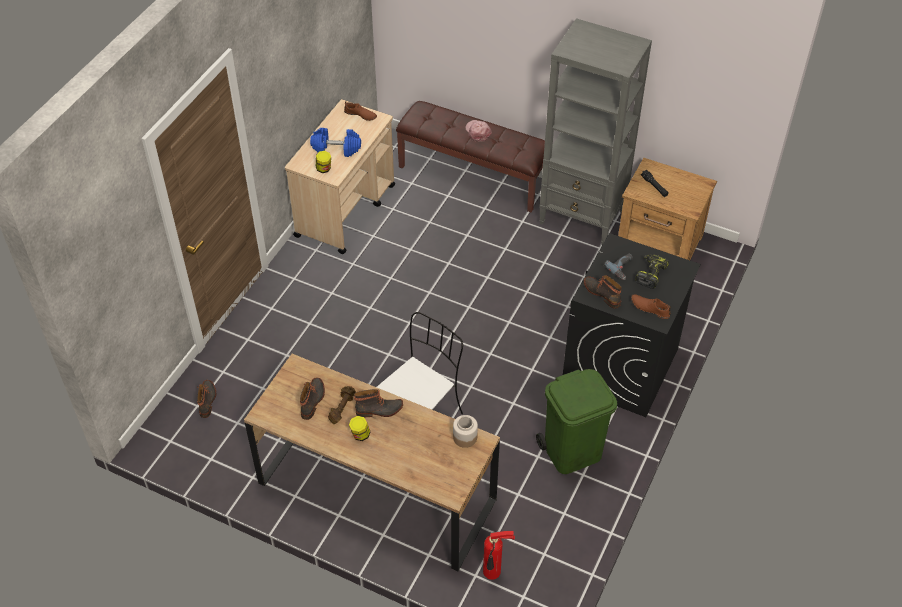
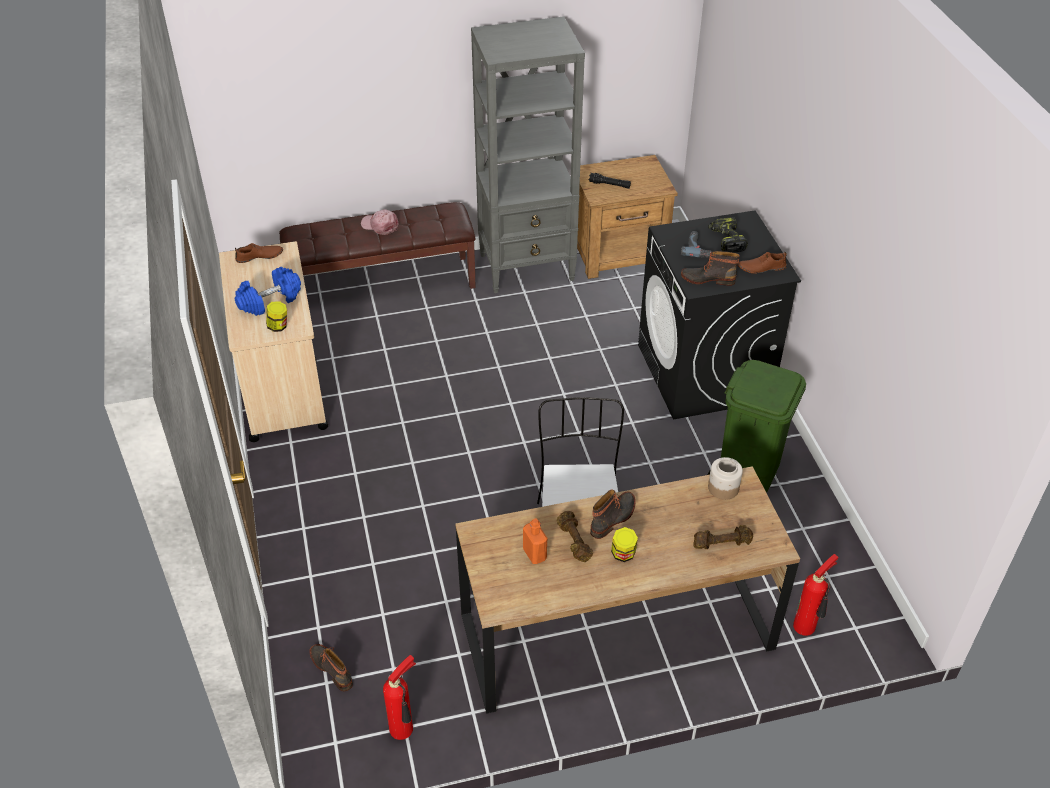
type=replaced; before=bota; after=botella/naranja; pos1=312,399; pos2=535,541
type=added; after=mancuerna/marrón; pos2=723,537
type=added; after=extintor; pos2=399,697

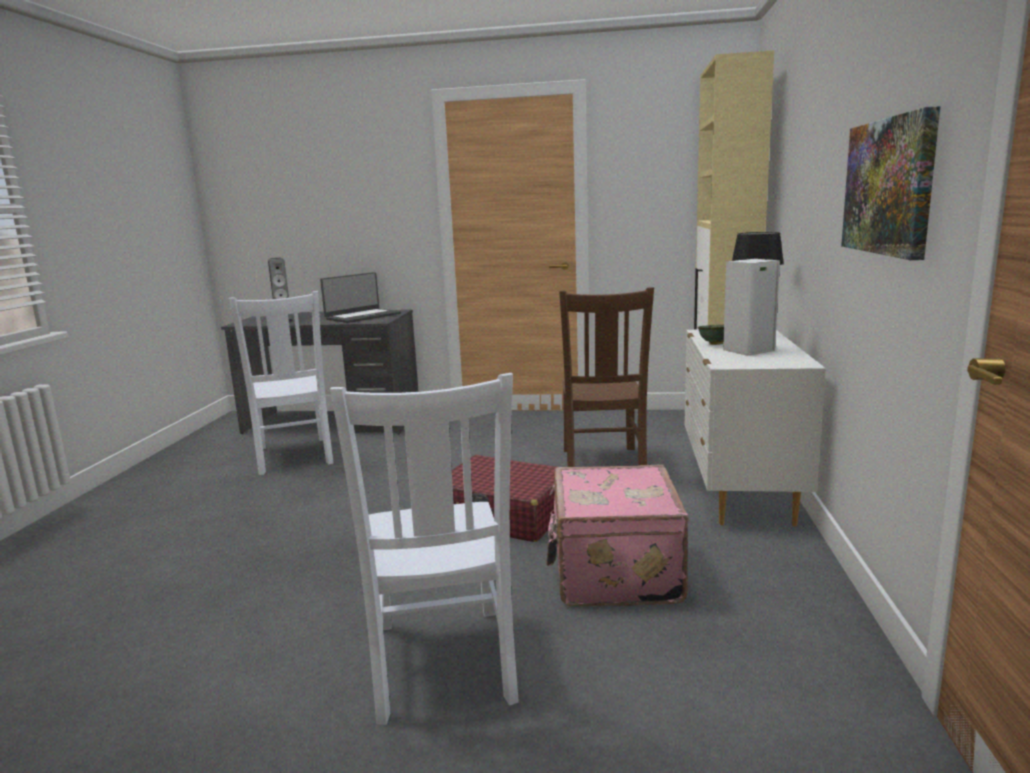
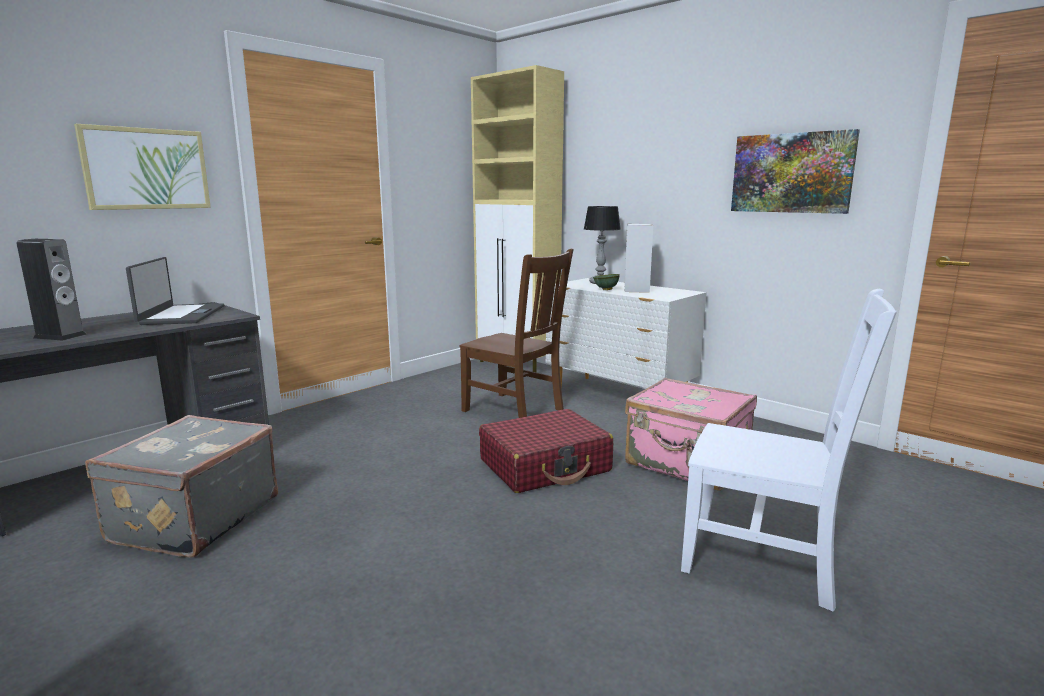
type=replaced; before=silla/blanco; after=maleta/gris; pos1=281,383; pos2=181,486
type=added; after=cuadro; pos2=142,167

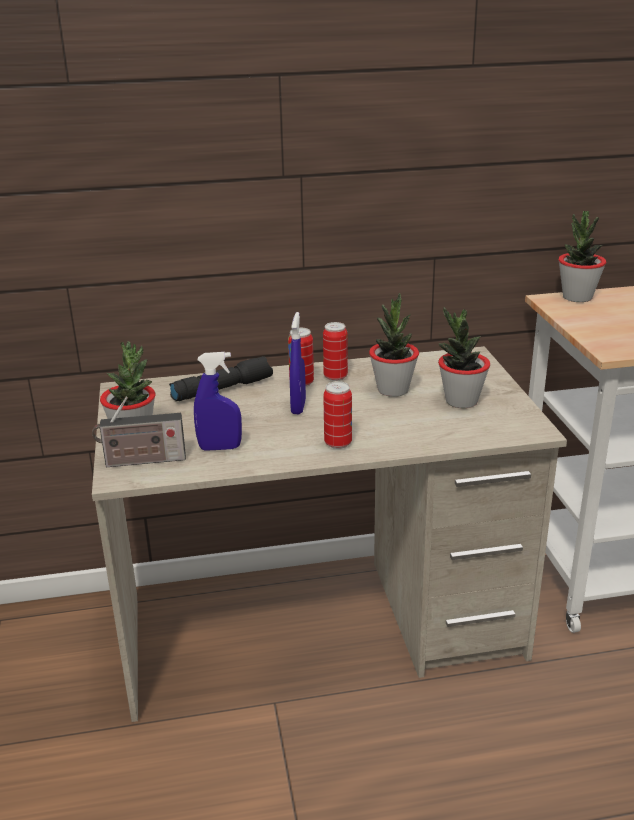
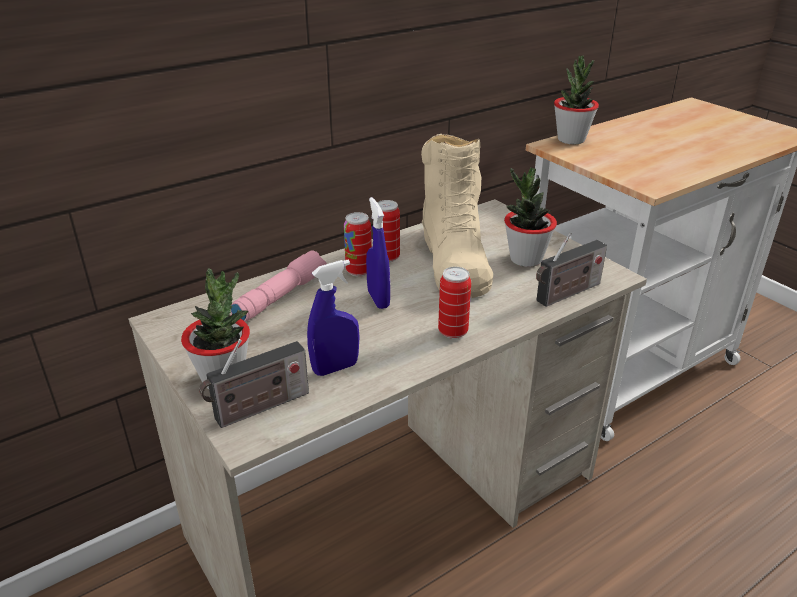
type=replaced; before=planta en maceta; after=bota/beis; pos1=394,345; pos2=457,216
type=recoloured; before=linterna/negro; after=linterna/rosa; pos1=221,378; pos2=279,286
type=added; after=radio; pos2=571,270

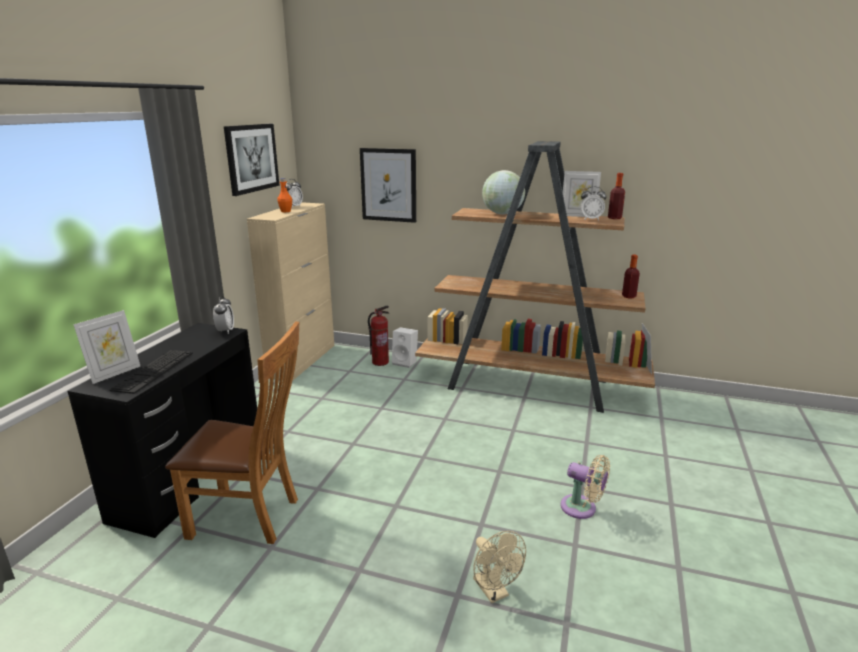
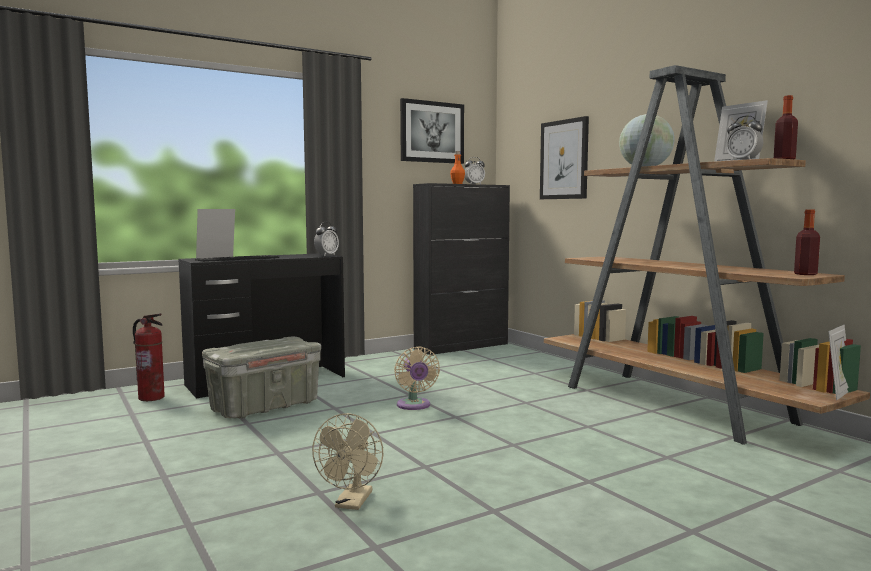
type=recoloured; before=armario/beis; after=armario/negro; pos1=290,291; pos2=461,269
type=moved; before=extintor; pos1=379,335; pos2=149,357
type=turned; before=portarretratos; pos1=106,347; pos2=215,234; turn=150
type=replaced; before=silla/marrón; after=caja de almacenaje/gris; pos1=232,433; pos2=261,378
type=removed; before=altavoz/blanco; pos1=405,347
type=moved; before=ventilador/beis; pos1=585,487; pos2=417,378

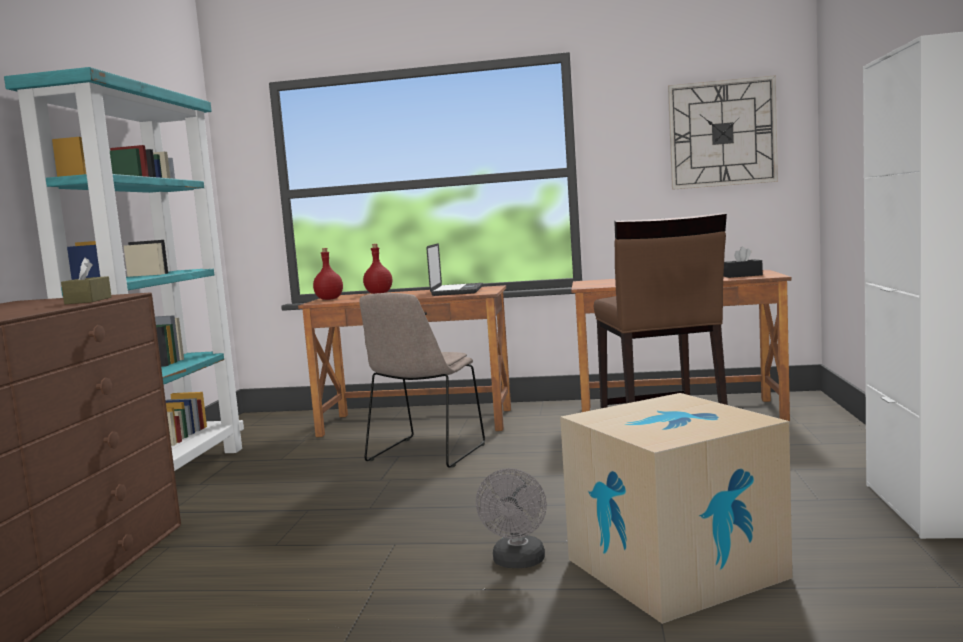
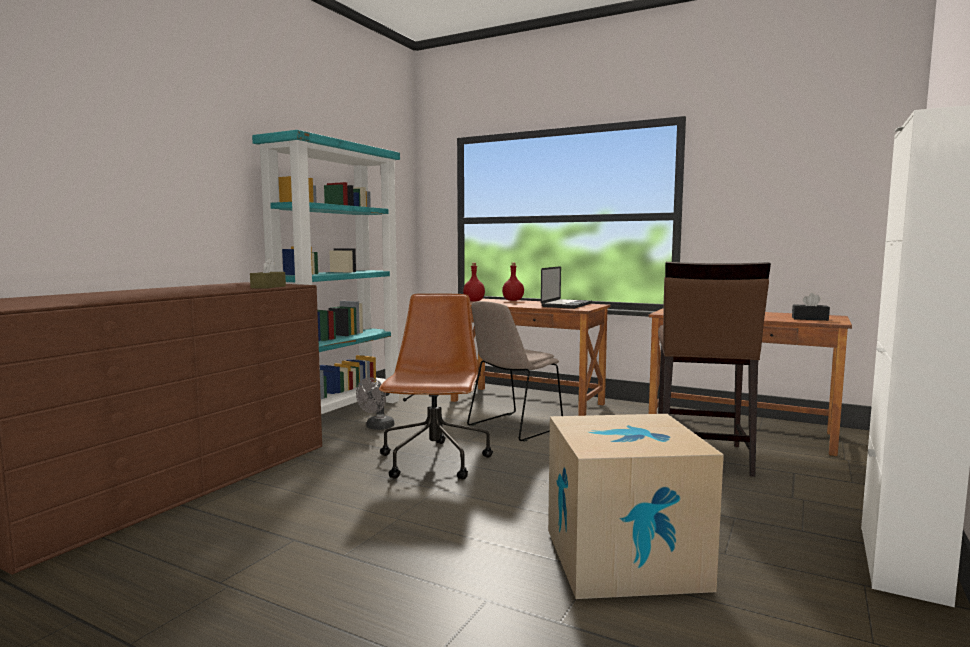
type=removed; before=reloj de pared; pos1=723,132
type=moved; before=ventilador/gris; pos1=511,518; pos2=375,403
type=added; after=silla de oficina/marrón; pos2=436,386

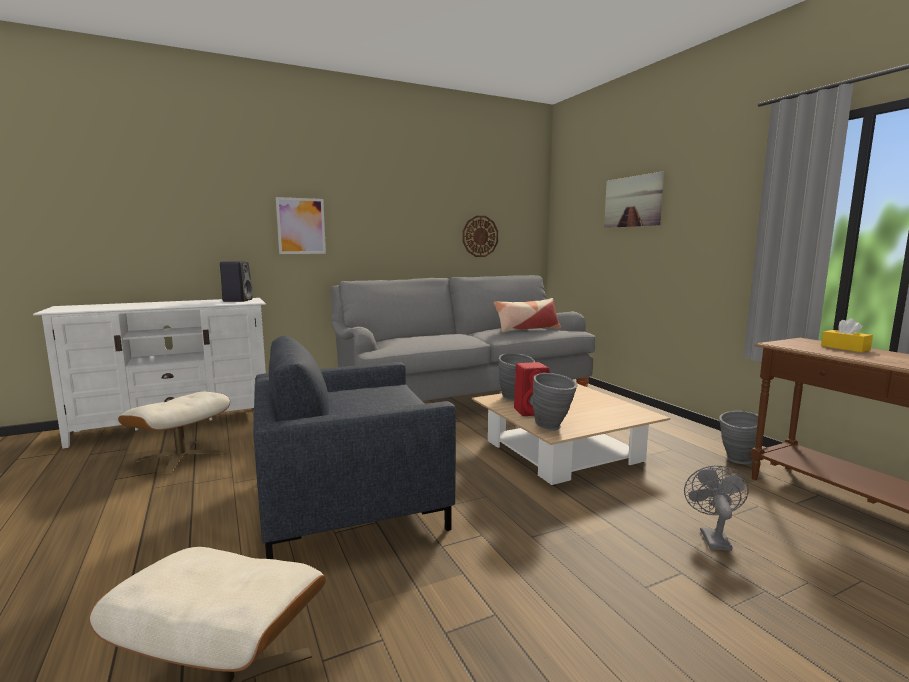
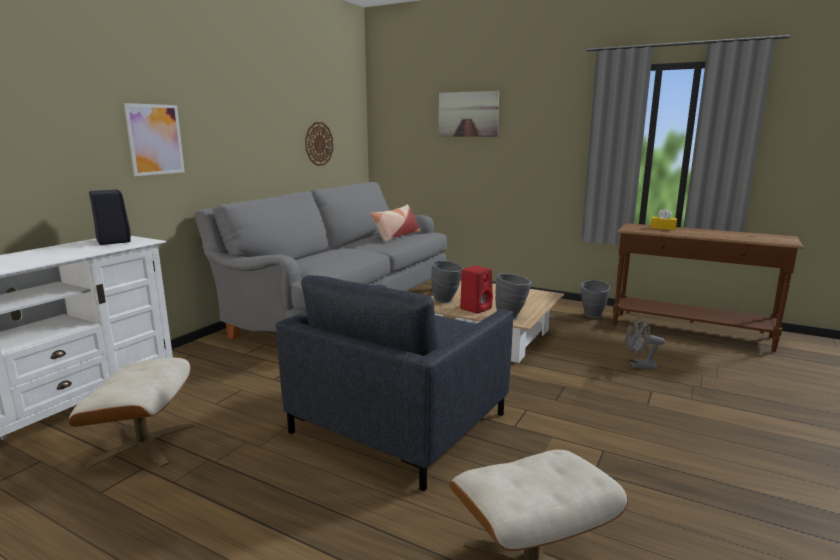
type=turned; before=ventilador/gris; pos1=716,508; pos2=645,343; turn=-60

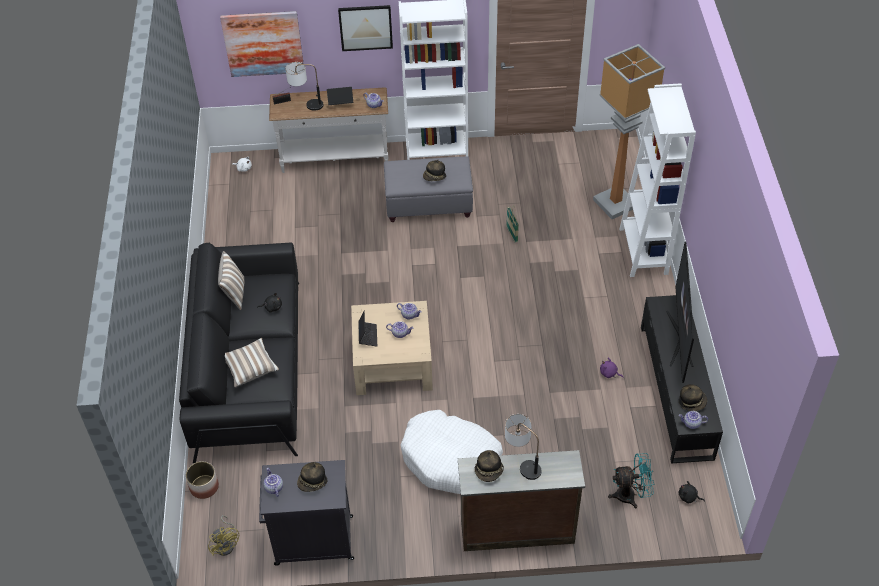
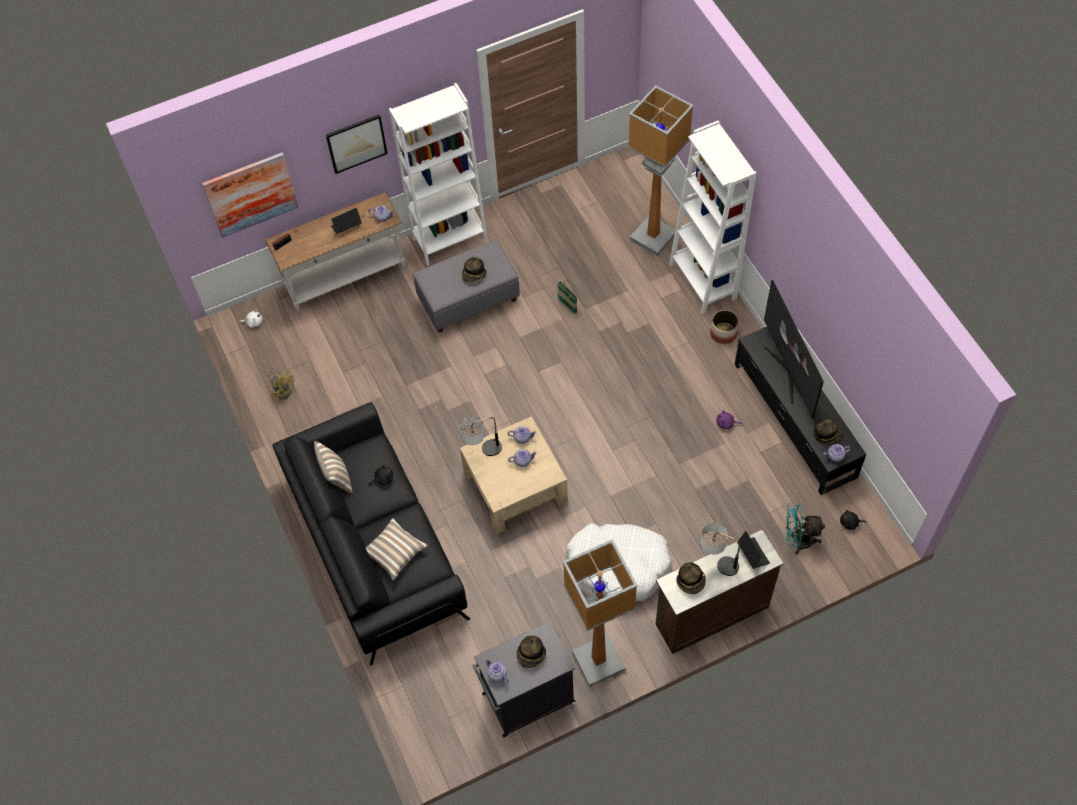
type=moved; before=lámpara de mesa; pos1=304,86; pos2=481,436
type=moved; before=portátil; pos1=367,328; pos2=753,550
type=turned; before=ventilador/turquesa; pos1=631,480; pos2=805,529; turn=-150
type=moved; before=maceta; pos1=202,480; pos2=724,327
type=moved; before=ventilador/amarillo; pos1=223,535; pos2=281,384
type=added; after=lámpara de pie; pos2=600,613

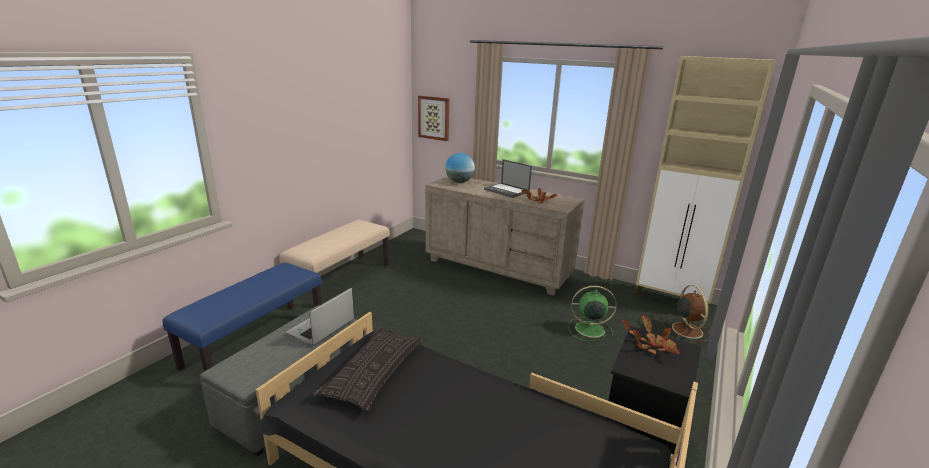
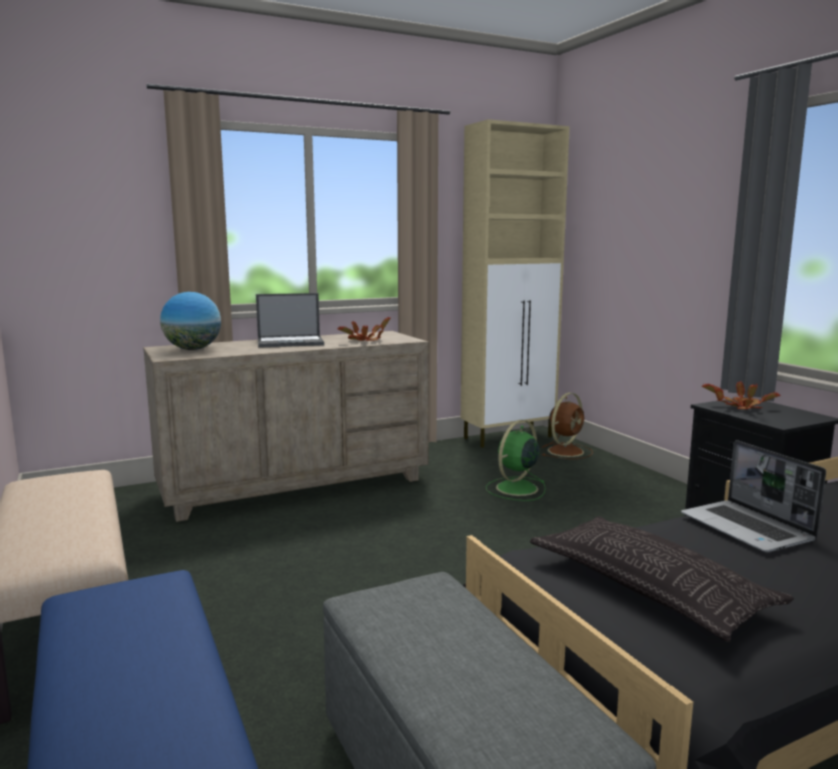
type=removed; before=cuadro; pos1=433,118
type=turned; before=ventilador/marrón; pos1=686,314; pos2=567,426; turn=105
type=moved; before=portátil; pos1=320,317; pos2=753,496

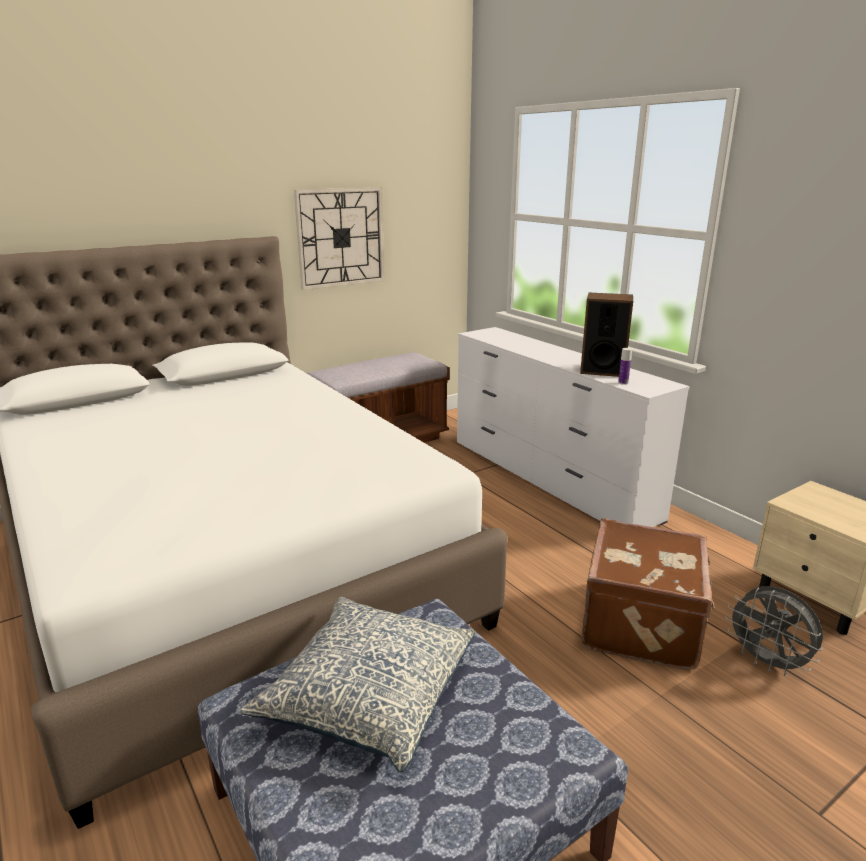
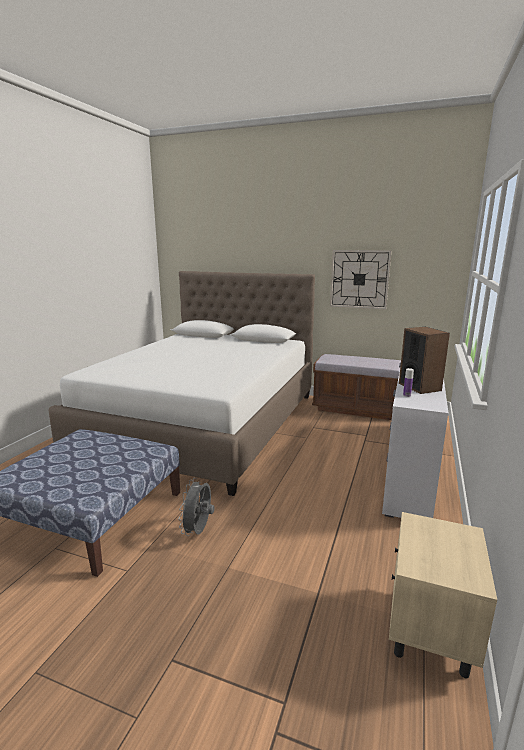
type=removed; before=maleta/marrón; pos1=648,594
type=moved; before=ventilador/gris; pos1=774,631; pos2=196,507
type=removed; before=cojín; pos1=357,684

